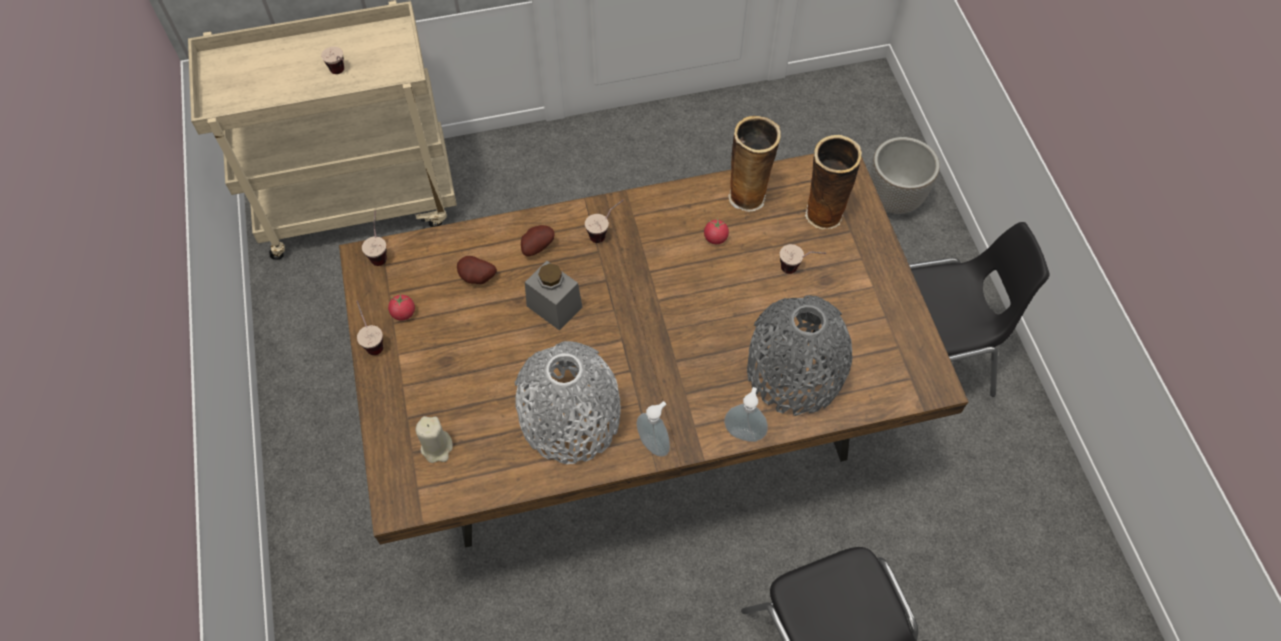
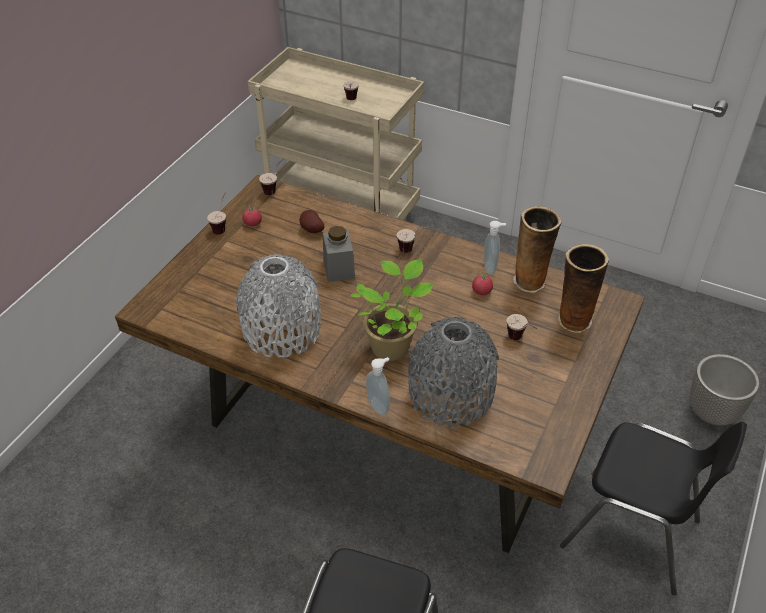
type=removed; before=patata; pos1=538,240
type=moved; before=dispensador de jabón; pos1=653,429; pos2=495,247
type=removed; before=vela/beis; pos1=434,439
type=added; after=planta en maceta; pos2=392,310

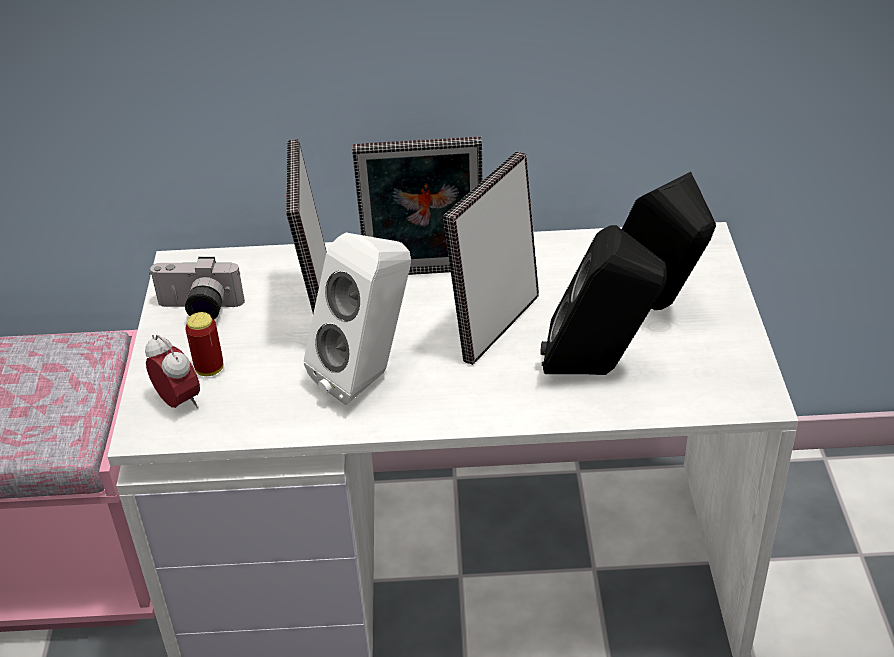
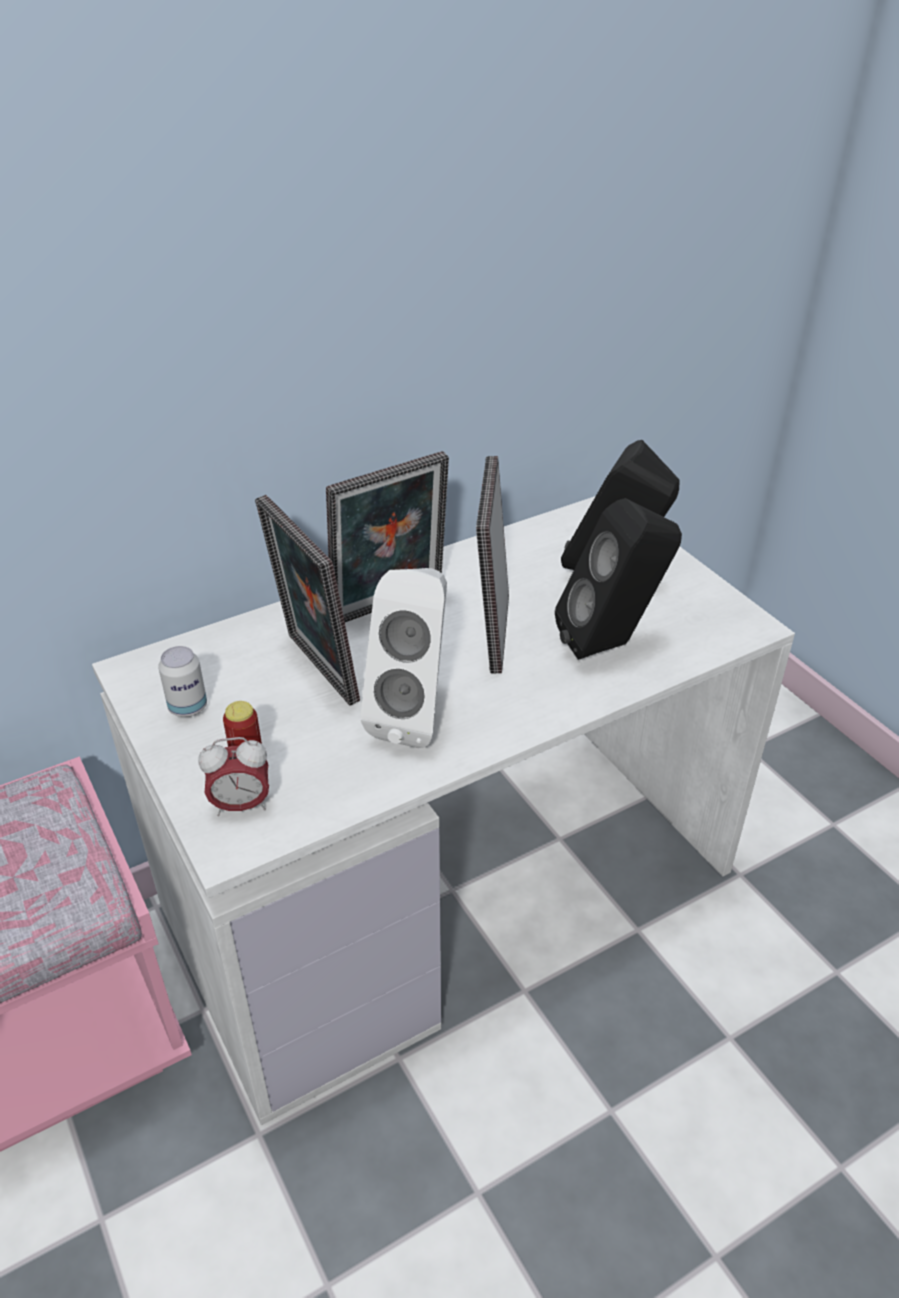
type=replaced; before=cámara; after=lata; pos1=197,288; pos2=182,681
type=turned; before=despertador; pos1=172,372; pos2=233,776; turn=150

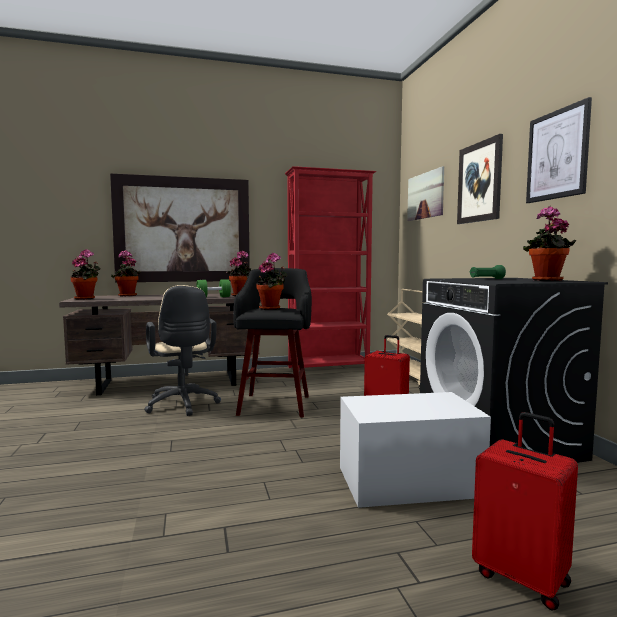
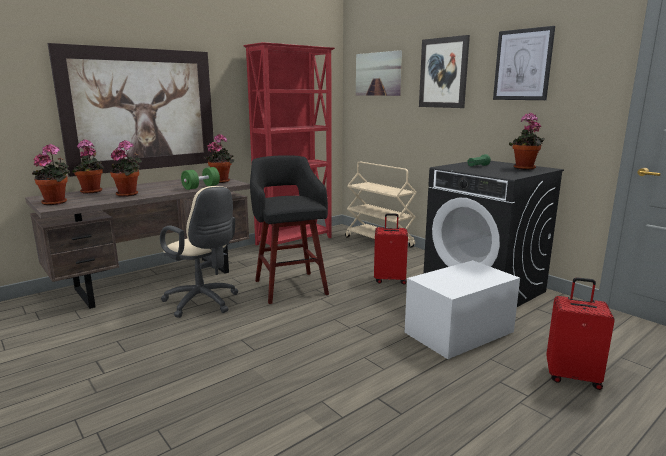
type=moved; before=planta en maceta; pos1=272,281; pos2=126,168

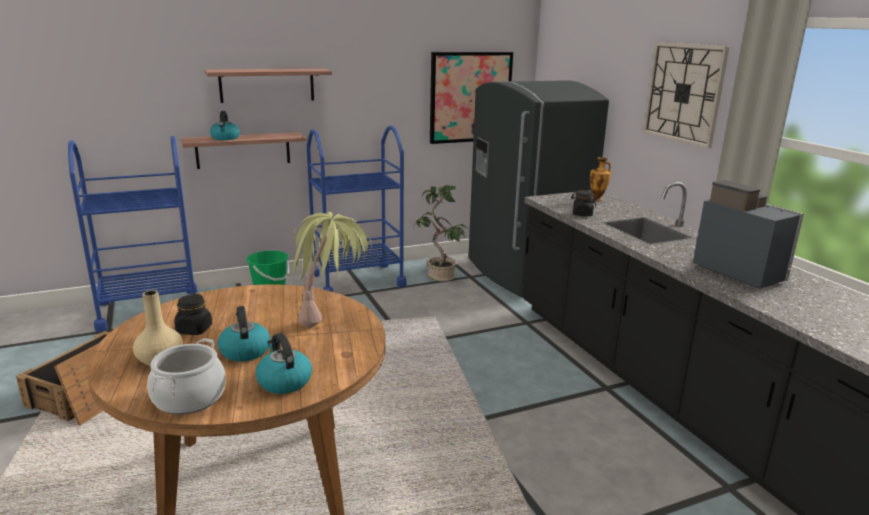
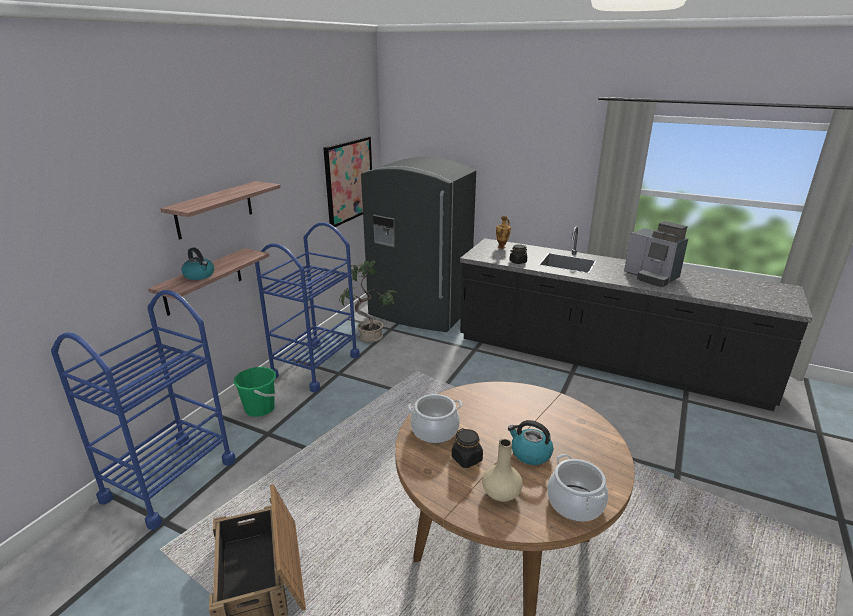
type=removed; before=reloj de pared; pos1=686,95
type=turned; before=cafetera; pos1=748,234; pos2=656,254; turn=-150
type=removed; before=planta en maceta; pos1=332,270
type=removed; before=hervidor; pos1=283,363
type=added; after=olla; pos2=435,418

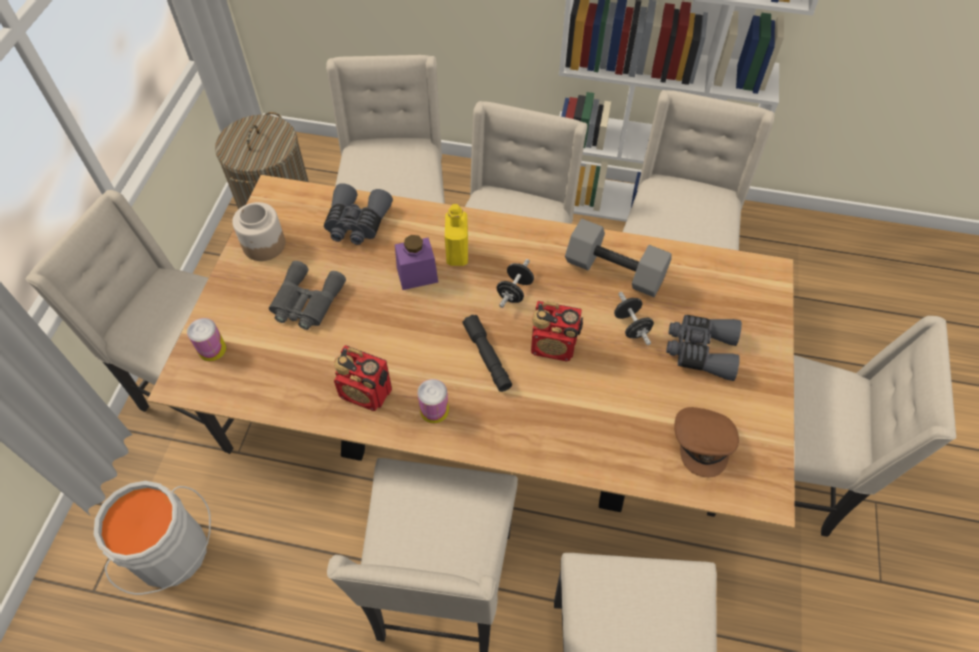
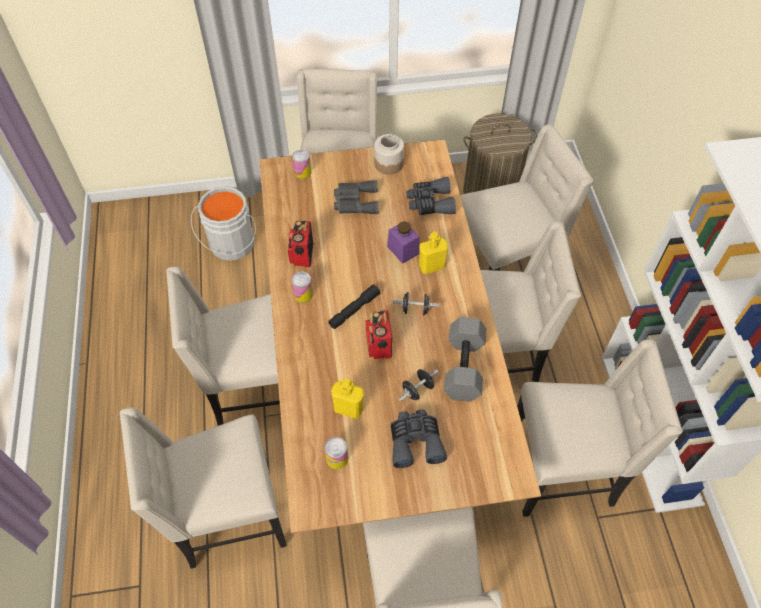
type=replaced; before=gorra/marrón; after=lata; pos1=706,442; pos2=336,453
type=added; after=botella/amarillo; pos2=347,399

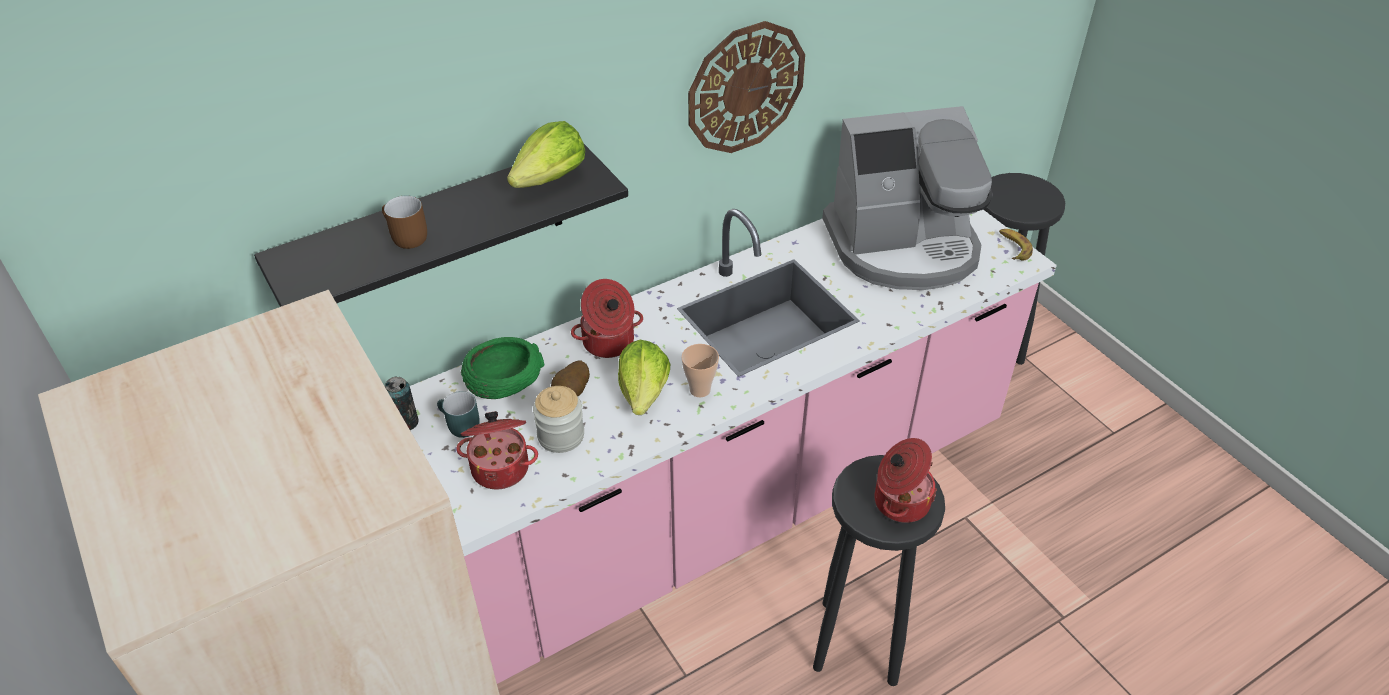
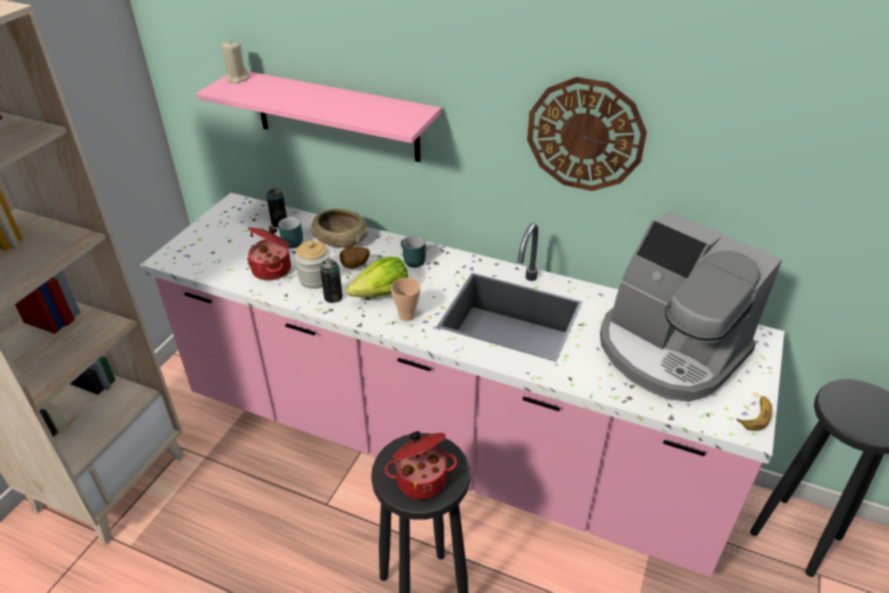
type=removed; before=lechuga; pos1=546,154
type=recoloured; before=estante/negro; after=estante/rosa; pos1=441,225; pos2=318,116
type=removed; before=taza grande/marrón; pos1=404,222
type=replaced; before=olla; after=taza grande/turquesa; pos1=607,318; pos2=413,251
type=recoloured; before=cuenco/verde; after=cuenco/beis; pos1=502,368; pos2=340,228
type=added; after=vela/beis; pos2=235,62
type=added; after=lata; pos2=331,281

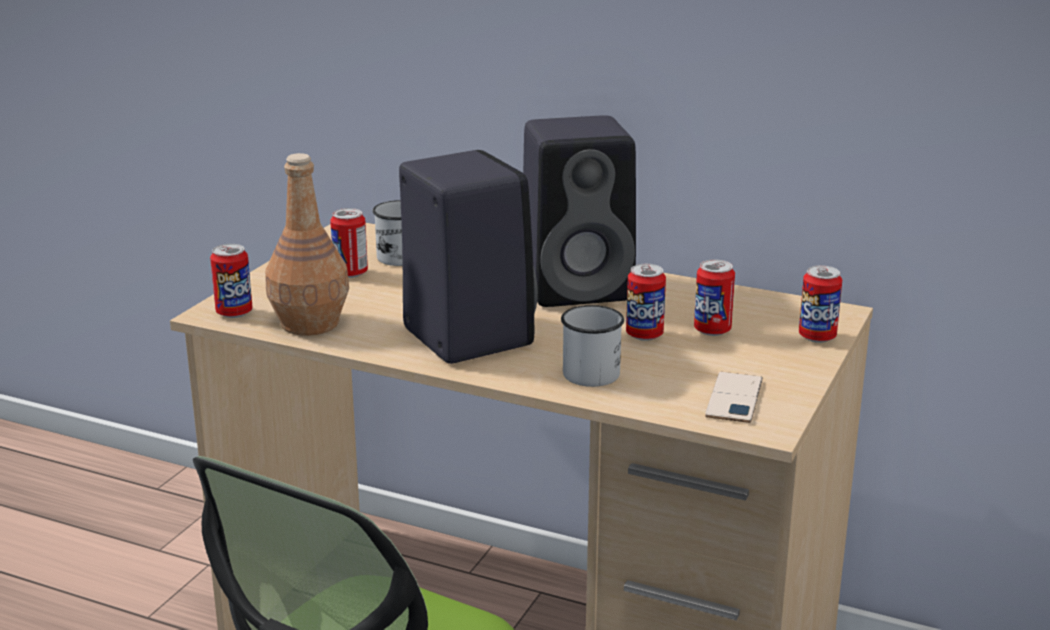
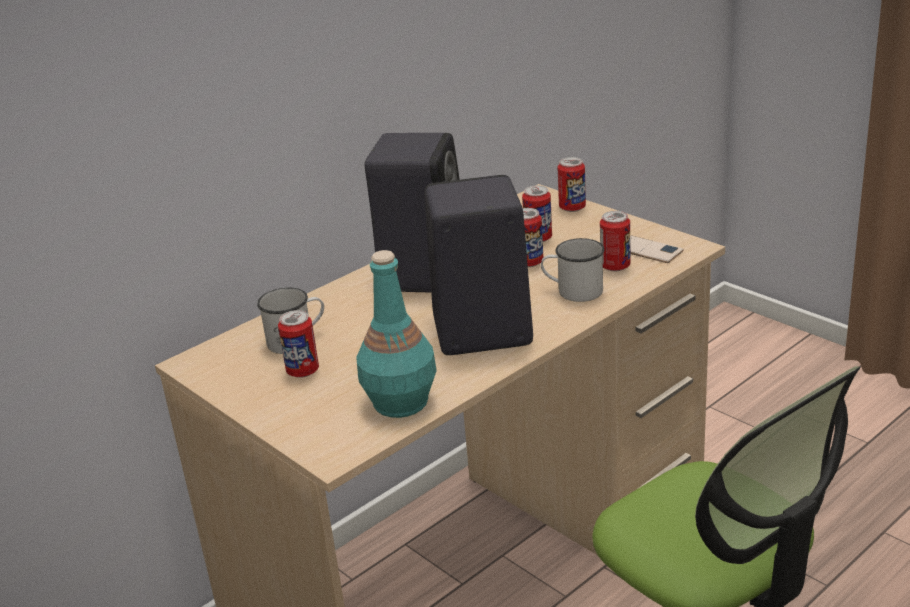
type=recoloured; before=botella/marrón; after=botella/turquesa; pos1=307,244; pos2=396,334
type=moved; before=lata; pos1=231,281; pos2=615,241

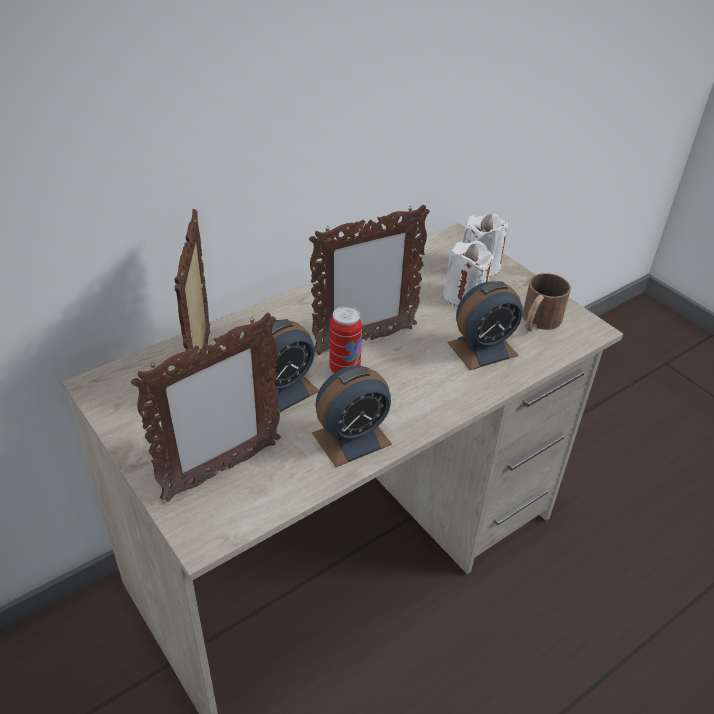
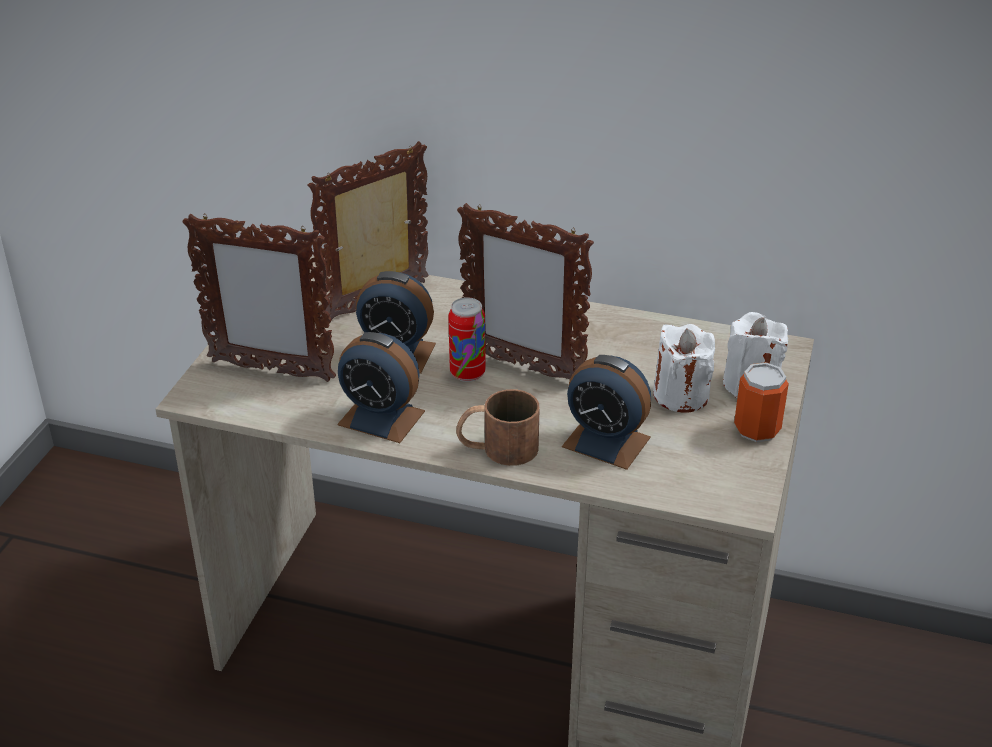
type=moved; before=taza grande/marrón; pos1=546,302; pos2=498,427
type=added; after=lata; pos2=761,402

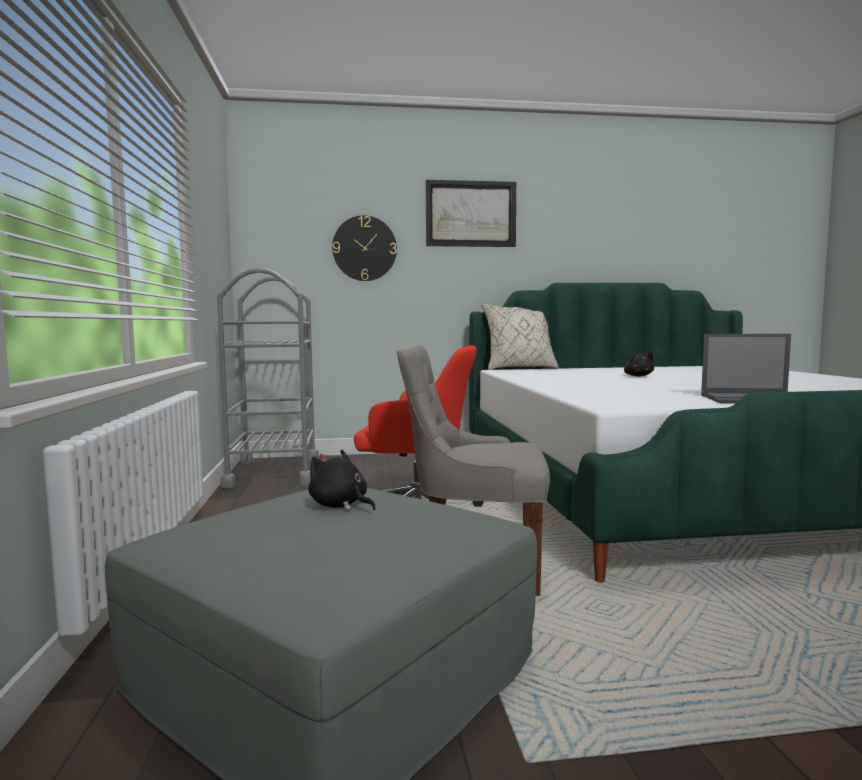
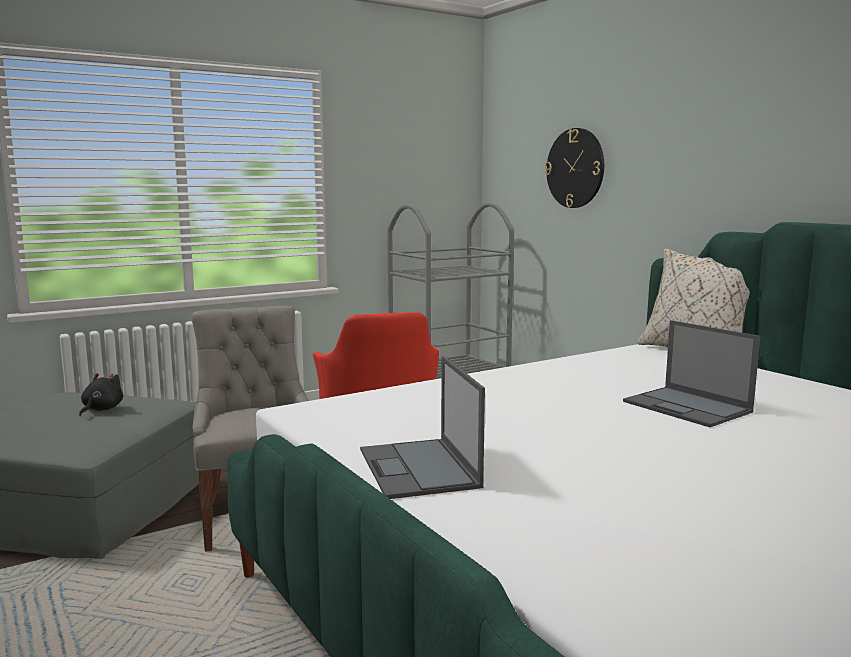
type=removed; before=cuadro; pos1=471,213
type=replaced; before=peluche/negro; after=portátil; pos1=639,364; pos2=691,373

